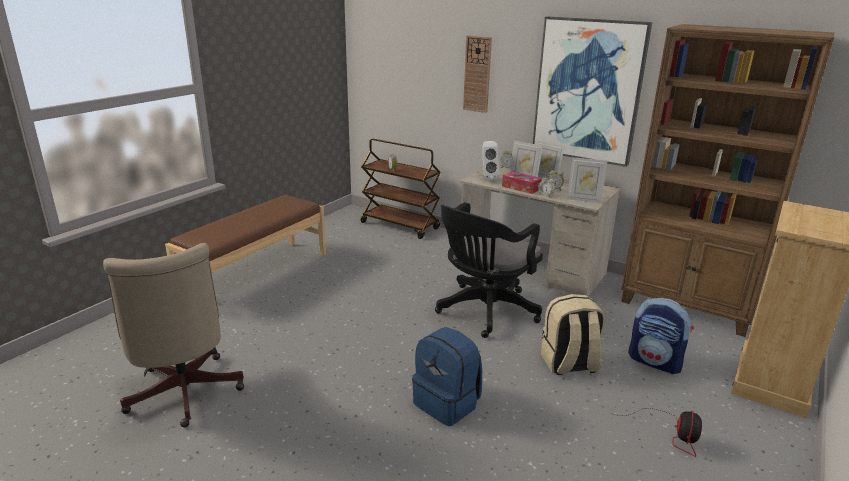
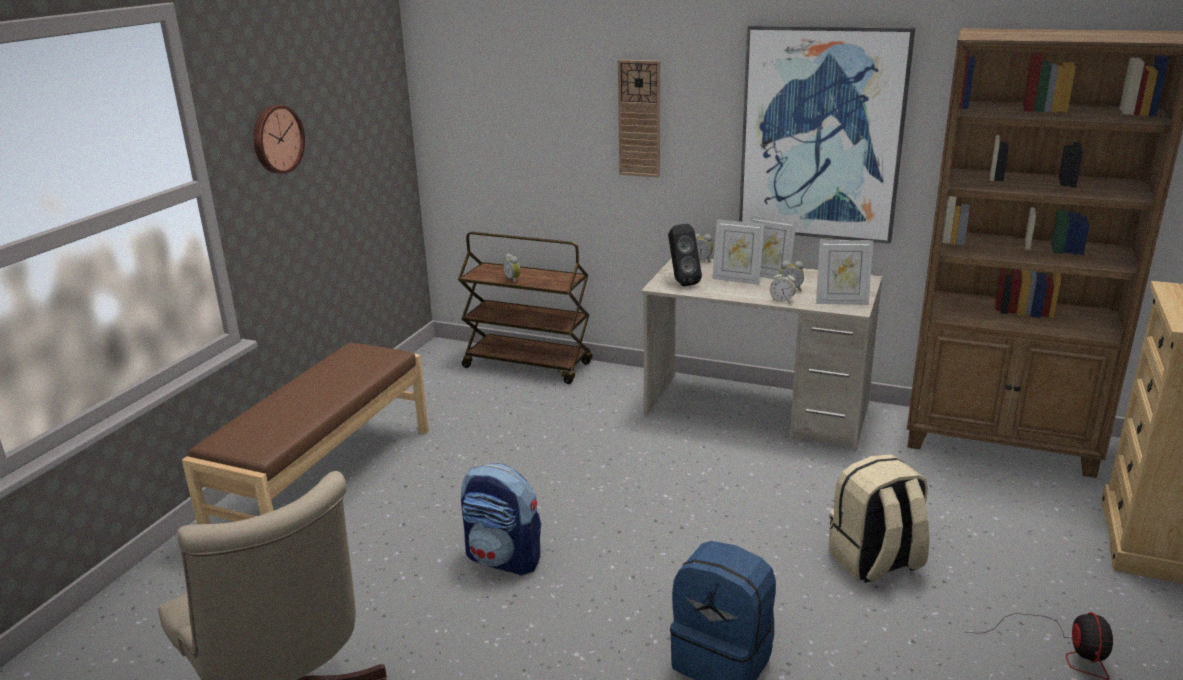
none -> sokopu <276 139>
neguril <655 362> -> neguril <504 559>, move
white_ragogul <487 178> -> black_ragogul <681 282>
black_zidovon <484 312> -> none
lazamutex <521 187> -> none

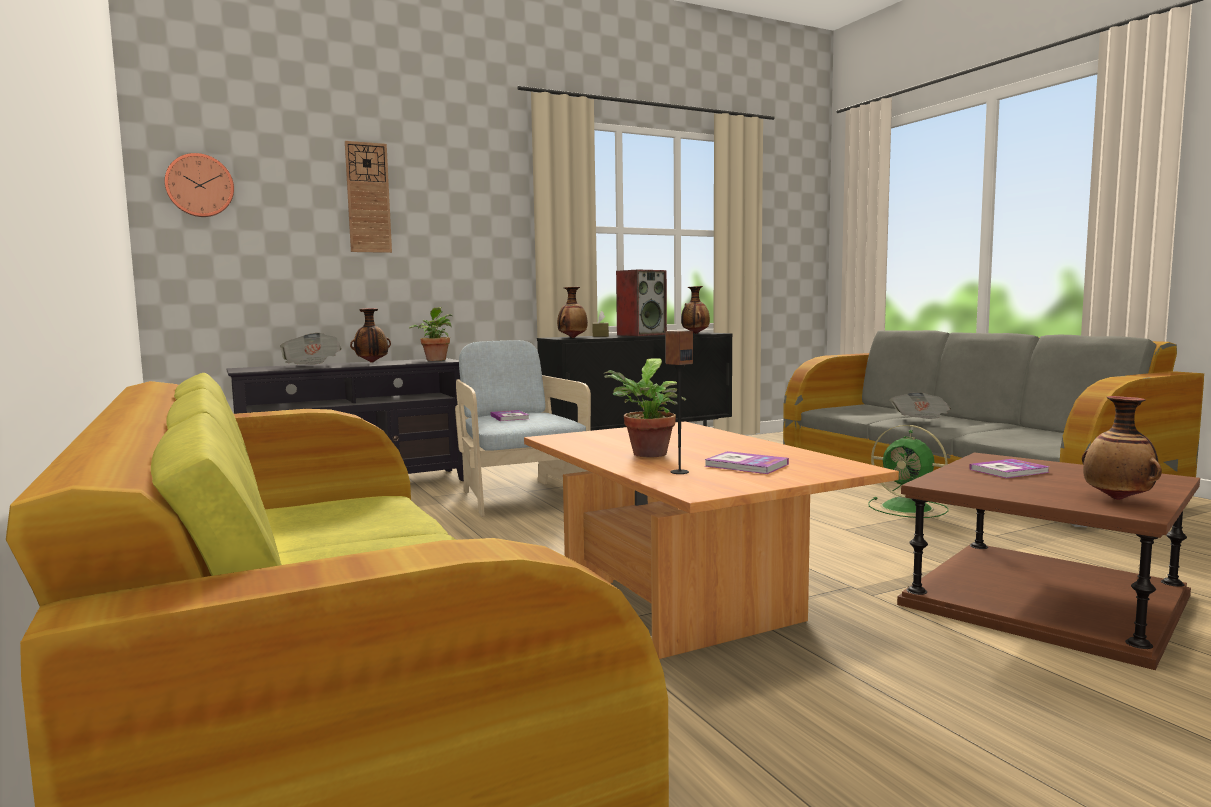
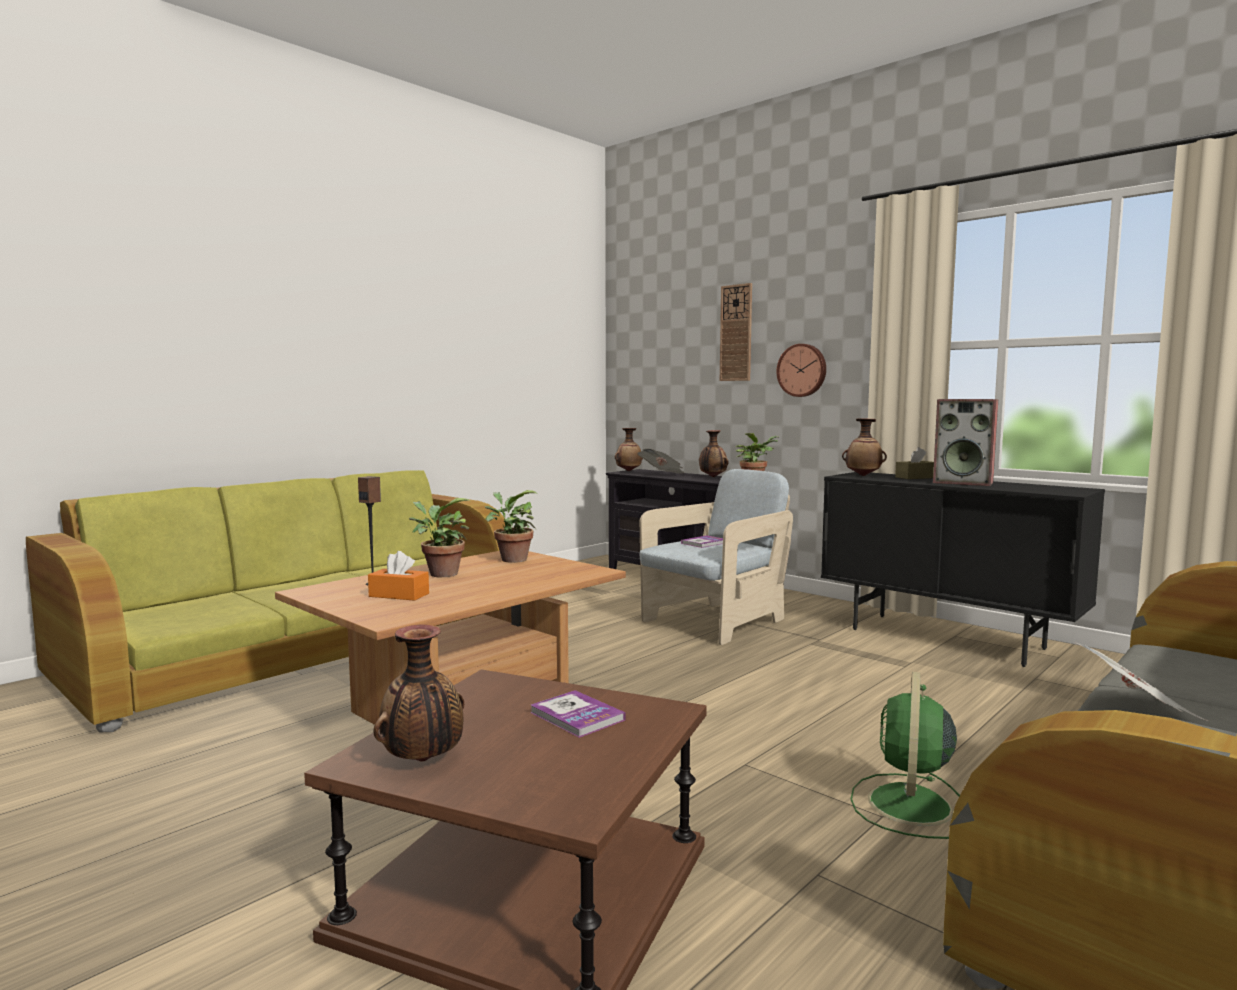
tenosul <746 465> -> orange_lazamutex <399 595>
none -> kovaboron <511 559>
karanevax <695 333> -> karanevax <628 471>, move
sokopu <199 186> -> sokopu <802 370>, move

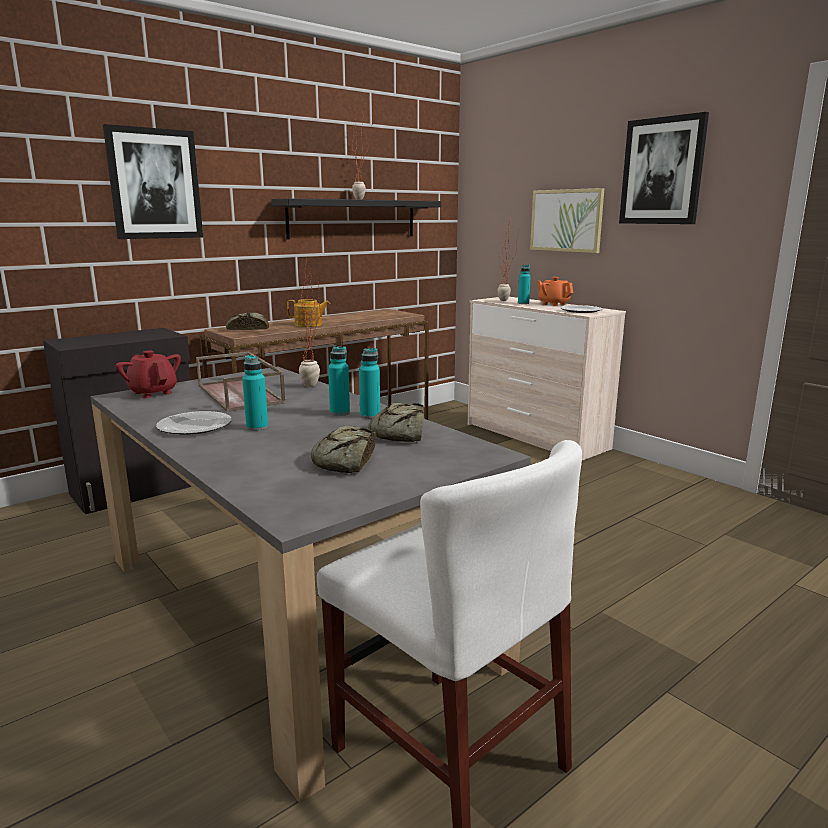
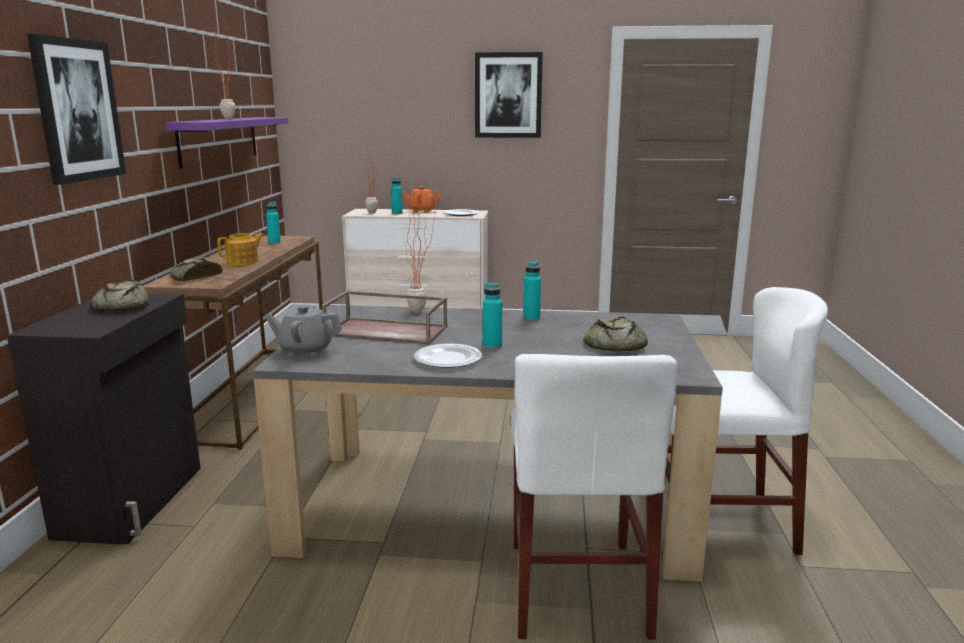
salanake <399 433> -> salanake <121 306>, move
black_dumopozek <353 219> -> purple_dumopozek <219 140>
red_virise <153 392> -> grey_virise <305 351>
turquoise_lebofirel <339 413> -> turquoise_lebofirel <274 243>, move
none -> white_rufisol <577 587>
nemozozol <566 220> -> none

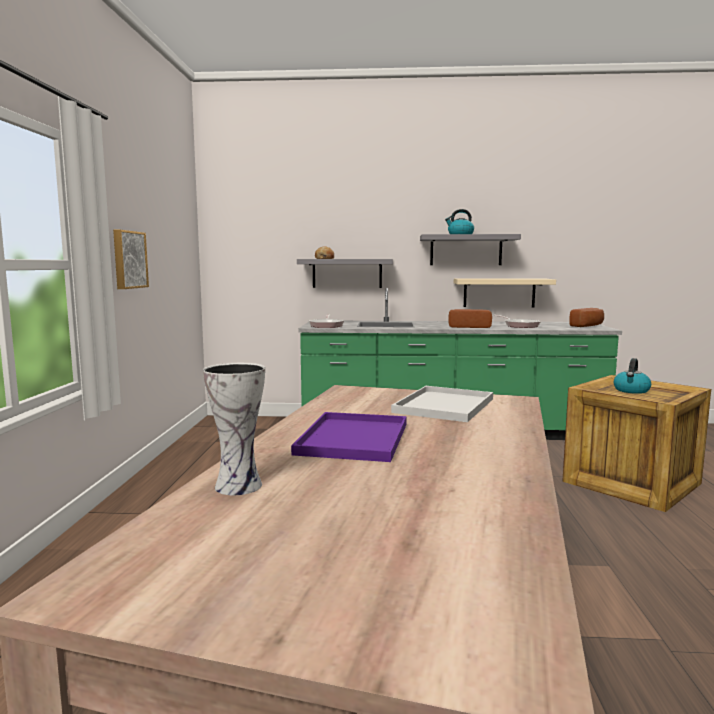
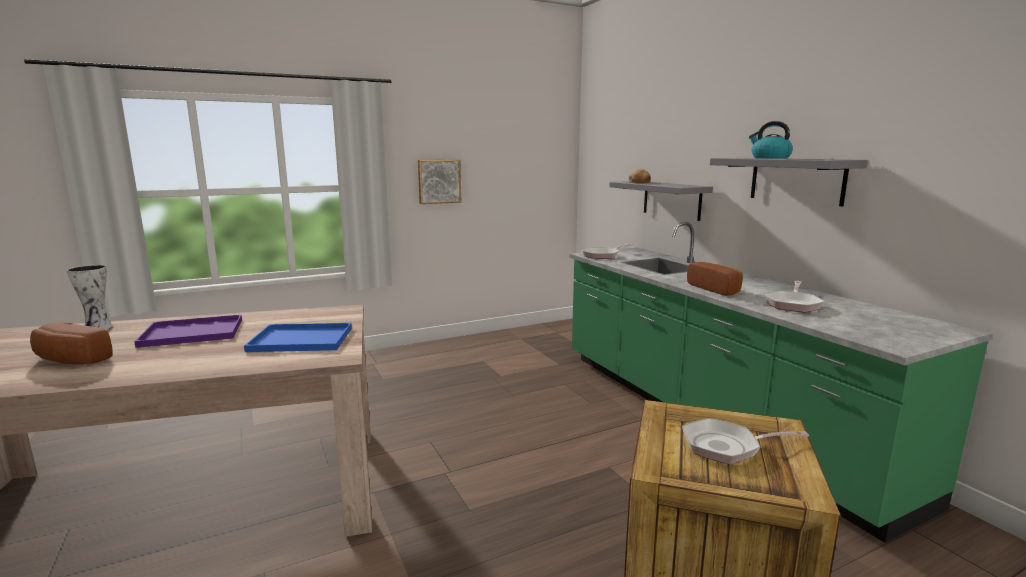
salanake <588 326> -> salanake <69 360>, move
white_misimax <444 405> -> blue_misimax <303 339>
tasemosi <631 390> -> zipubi <726 446>
beige_dumopozek <499 292> -> none

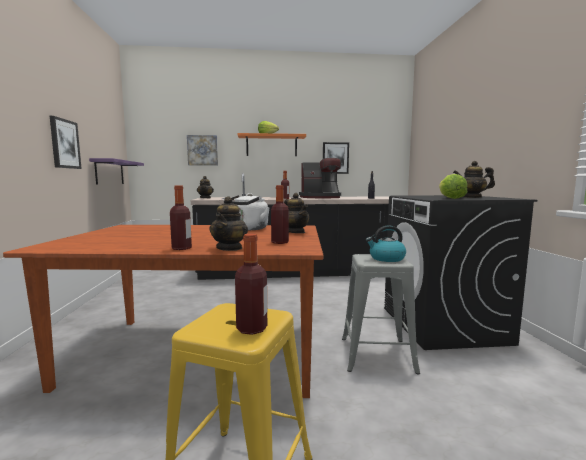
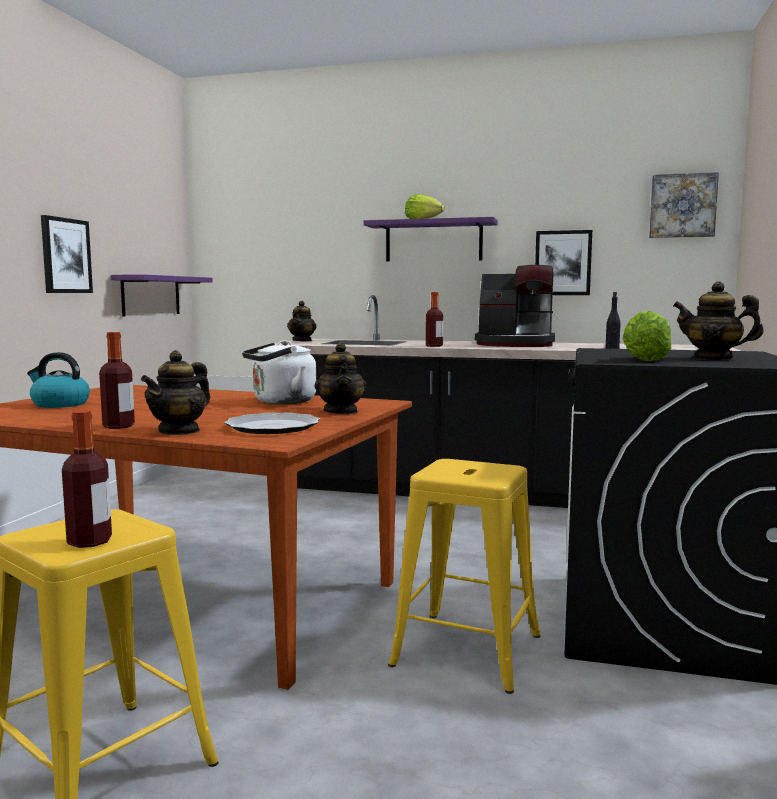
tasemosi <386 258> -> tasemosi <59 404>, move
lebofirel <280 242> -> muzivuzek <272 427>
orange_dumopozek <271 146> -> purple_dumopozek <433 241>
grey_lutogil <377 354> -> yellow_lutogil <467 650>
nemozozol <202 150> -> nemozozol <682 206>, move

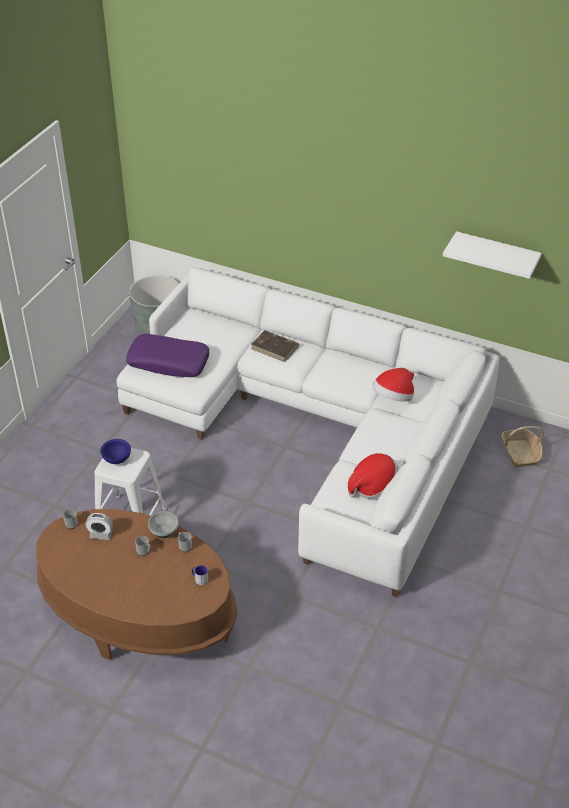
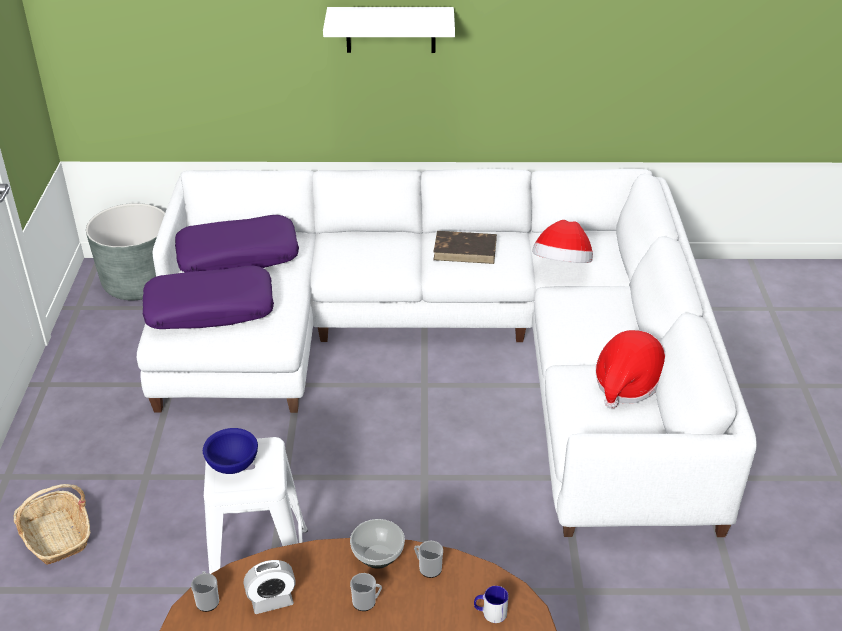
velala <520 453> -> velala <56 536>, move
none -> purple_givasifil <238 256>
white_dumopozek <496 255> -> white_dumopozek <390 29>, move
brown_tenosul <275 348> -> brown_tenosul <465 250>, move

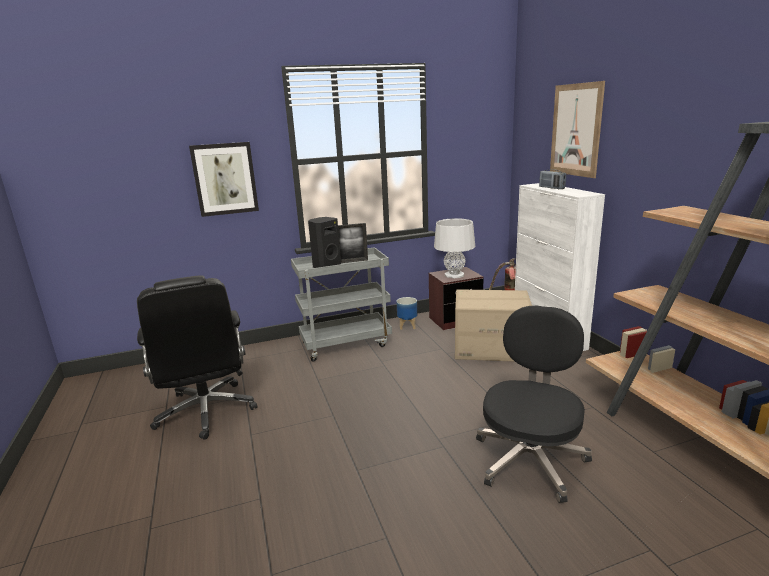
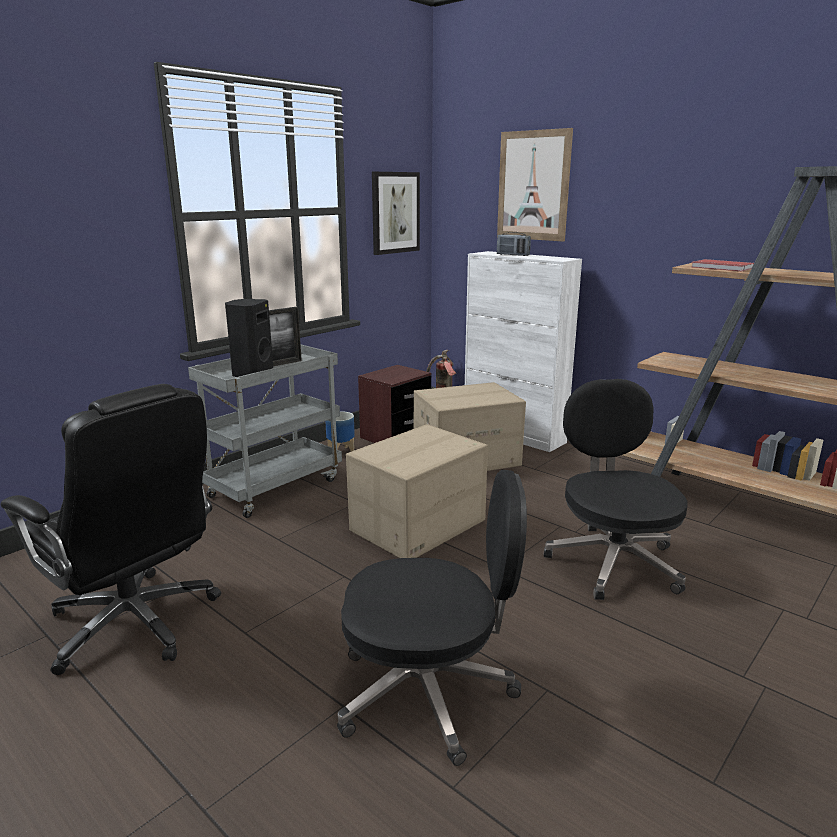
none -> black_zidovon <428 692>
none -> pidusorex <418 526>
nemozozol <225 179> -> nemozozol <395 213>, move
none -> red_tenosul <721 268>
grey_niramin <454 275> -> none

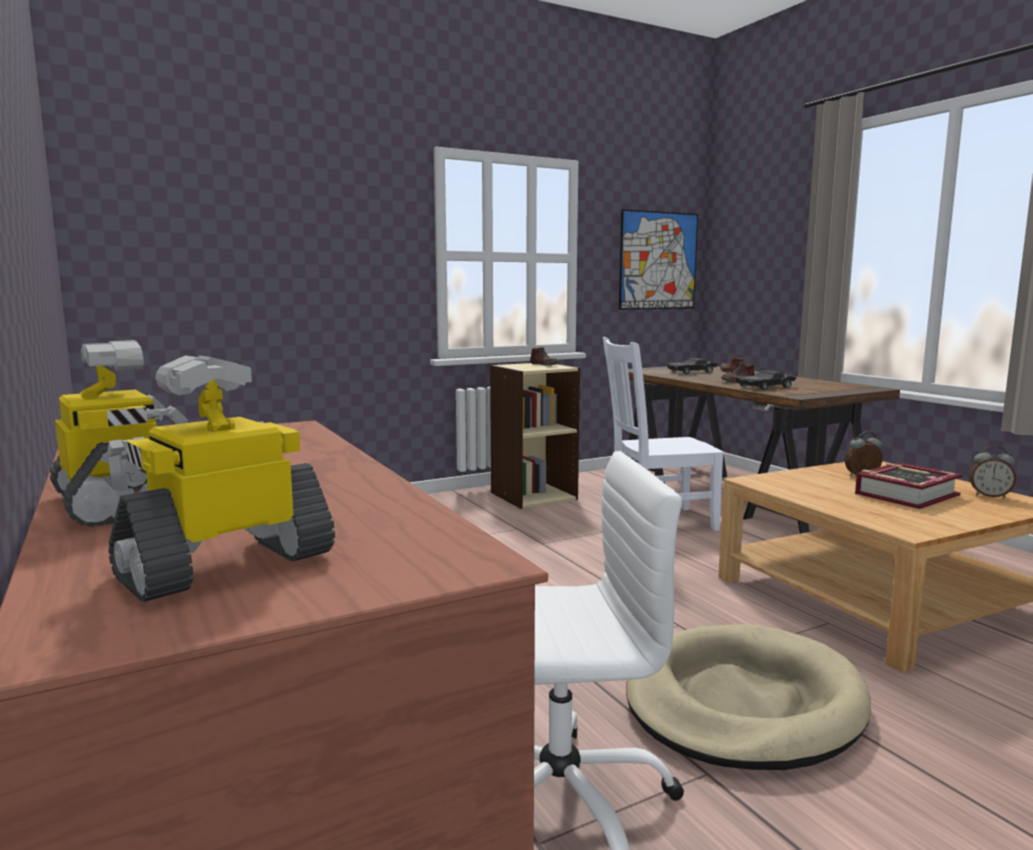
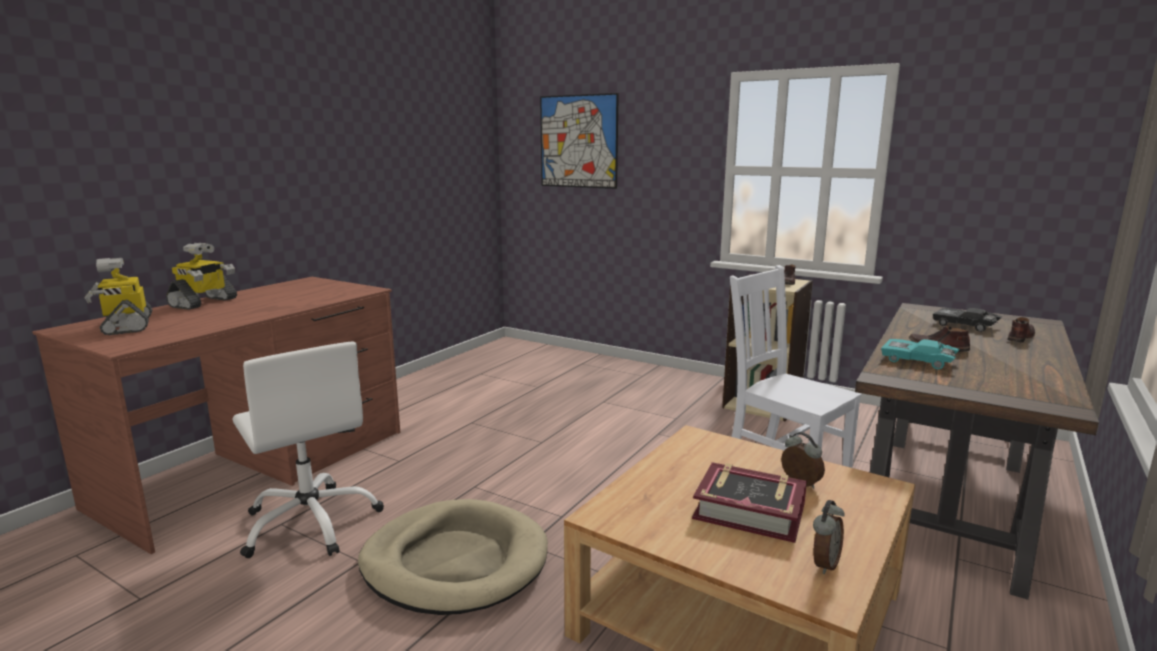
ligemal <226 564> -> ligemal <126 326>, 135 degrees counterclockwise
nemozozol <658 261> -> nemozozol <578 141>, move
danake <989 496> -> danake <824 564>, 135 degrees counterclockwise
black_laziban <765 387> -> turquoise_laziban <917 361>

